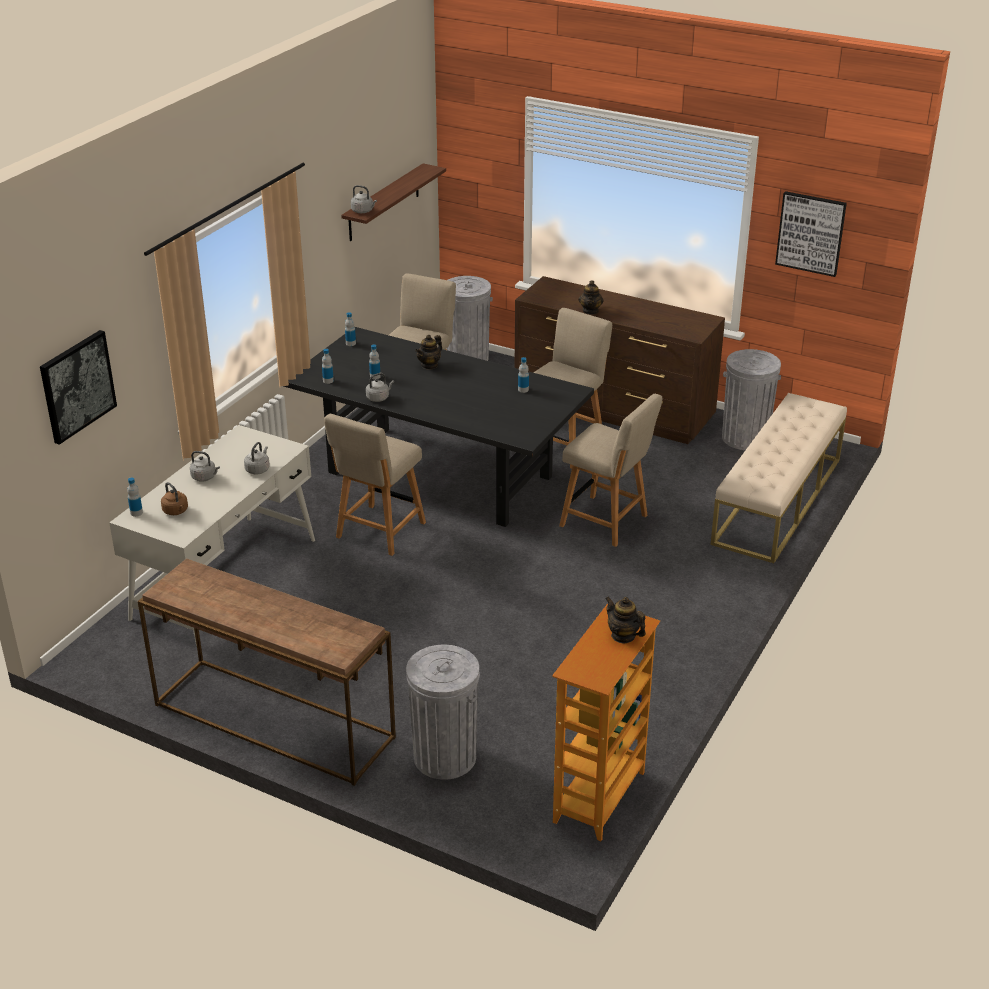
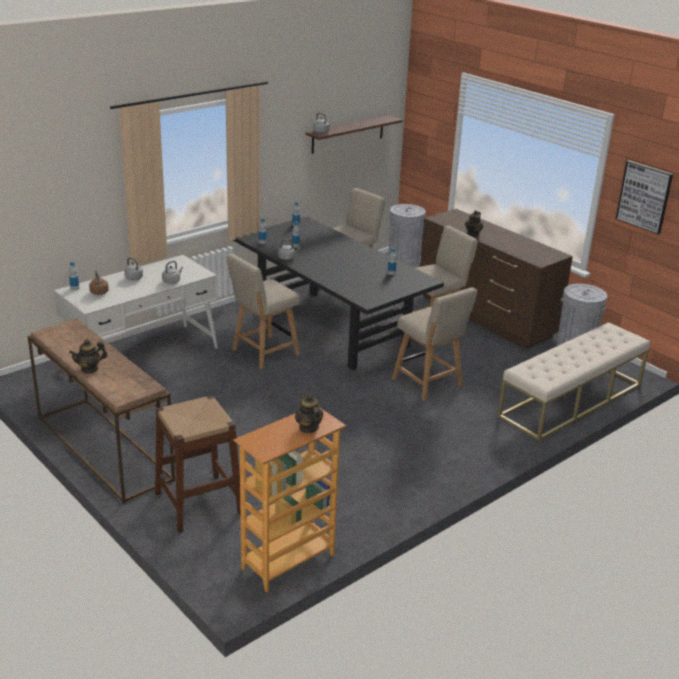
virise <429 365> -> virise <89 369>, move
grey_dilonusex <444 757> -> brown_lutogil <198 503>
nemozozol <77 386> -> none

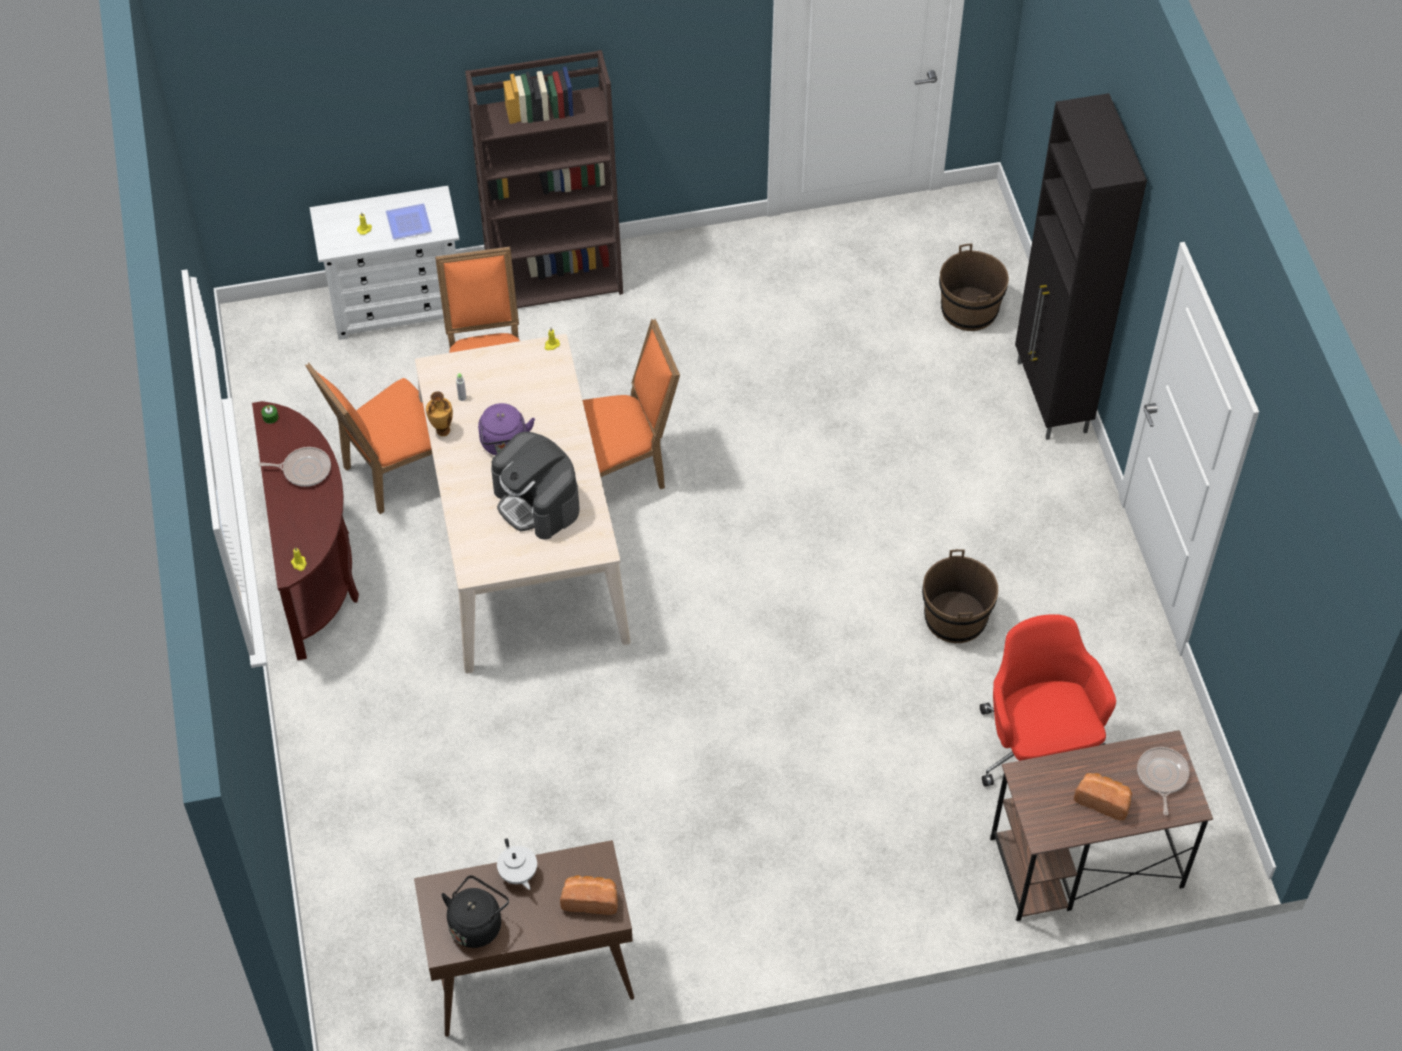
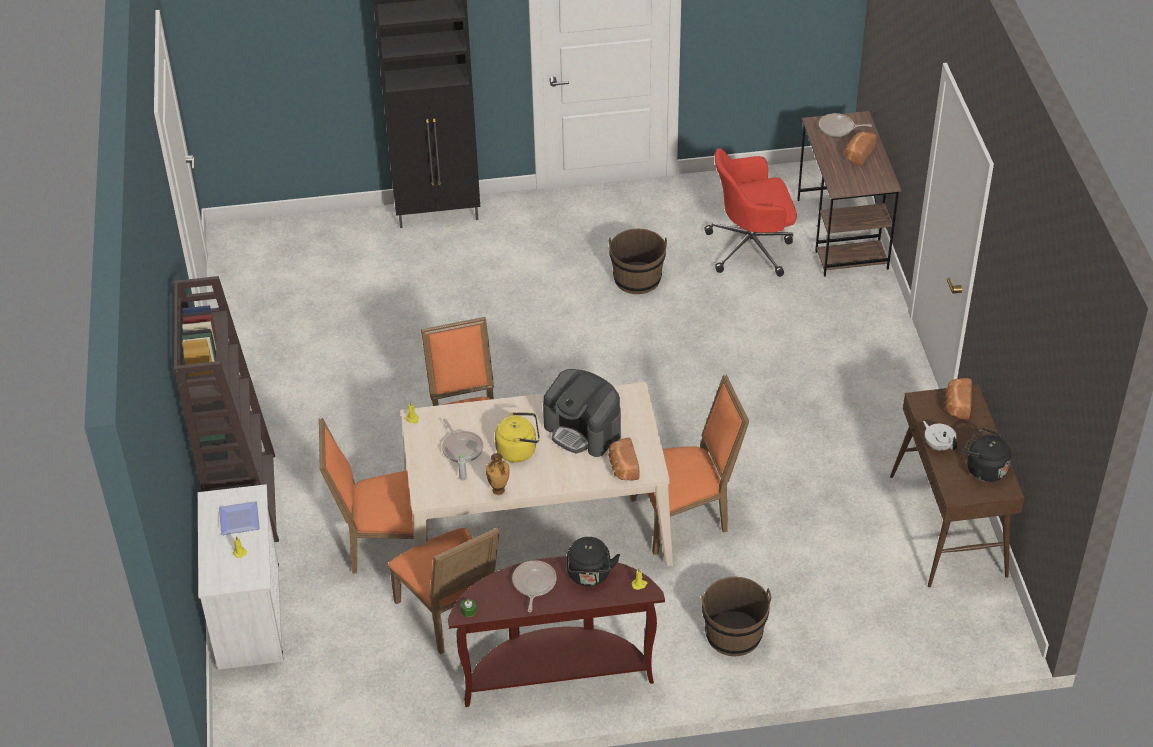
none -> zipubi <462 448>
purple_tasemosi <504 444> -> yellow_tasemosi <519 450>
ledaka <537 502> -> ledaka <583 430>, 75 degrees clockwise
none -> black_tasemosi <589 576>
none -> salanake <622 467>
none -> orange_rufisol <685 516>
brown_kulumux <969 310> -> brown_kulumux <733 634>, move
white_virise <518 874> -> white_virise <938 445>, 105 degrees counterclockwise

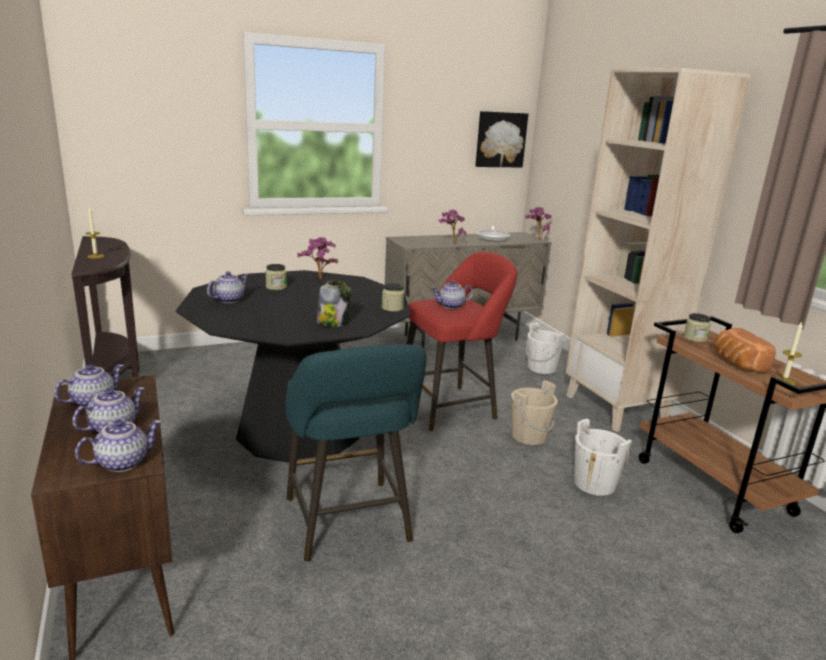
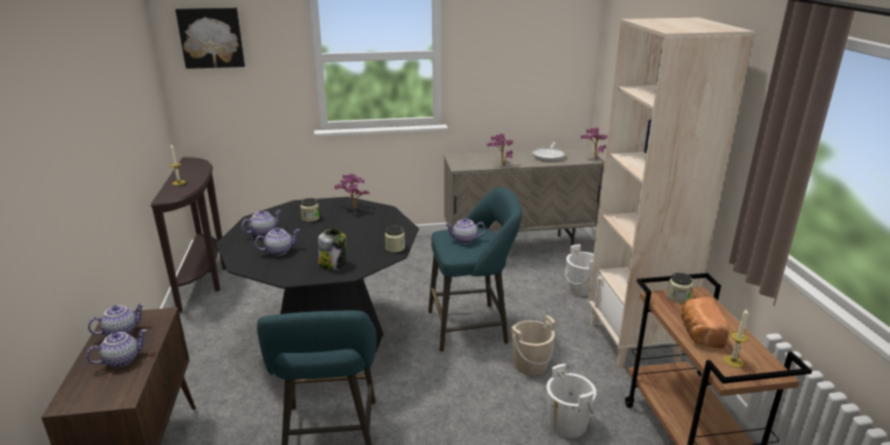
nemozozol <500 139> -> nemozozol <211 37>, move
virise <123 462> -> virise <279 251>, move
red_lutogil <451 407> -> turquoise_lutogil <472 327>

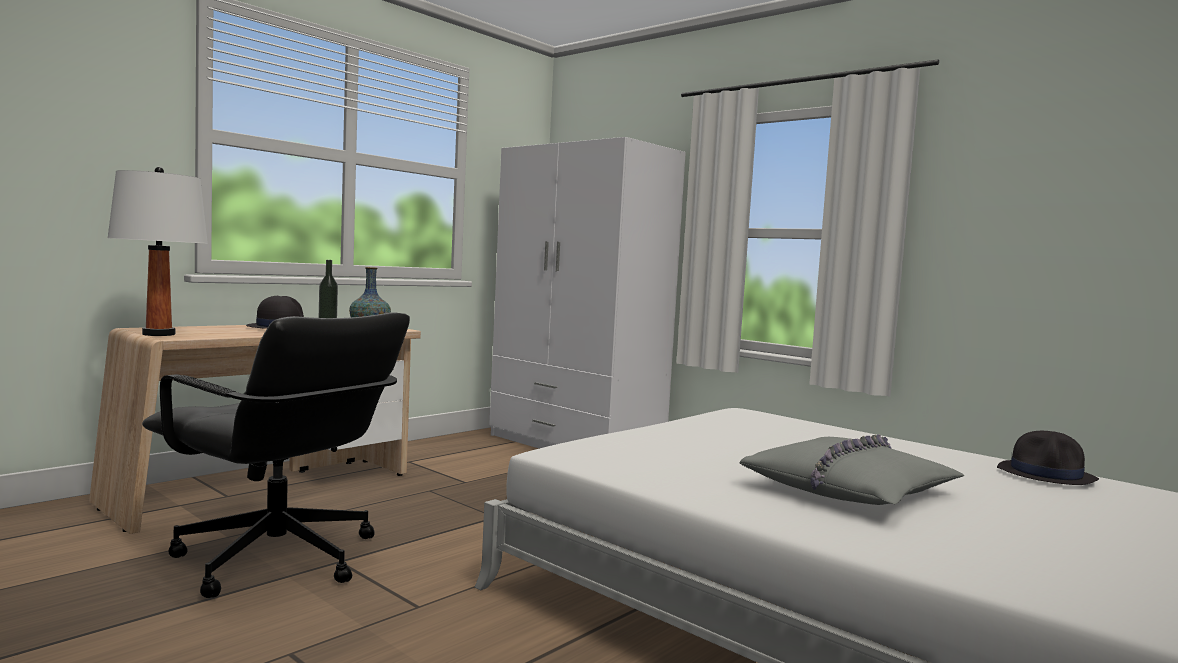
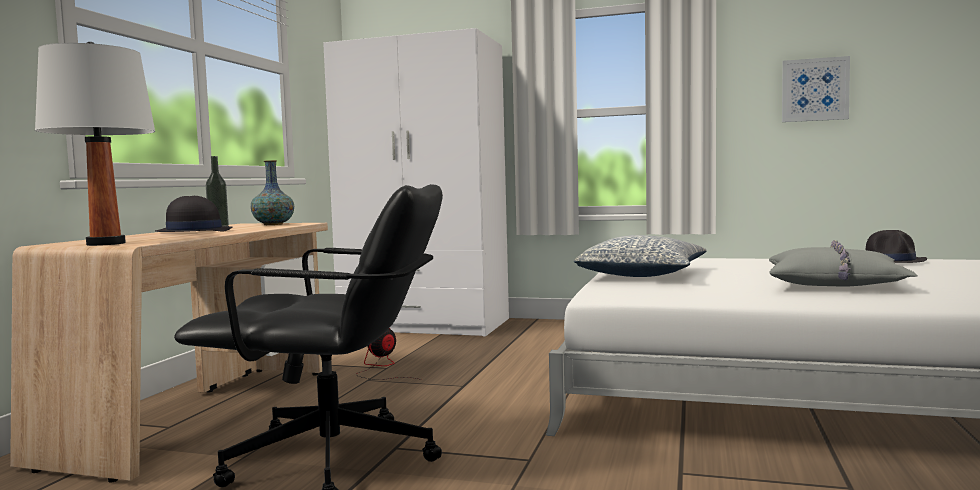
none -> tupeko <382 368>
none -> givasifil <642 275>
none -> nemozozol <814 90>

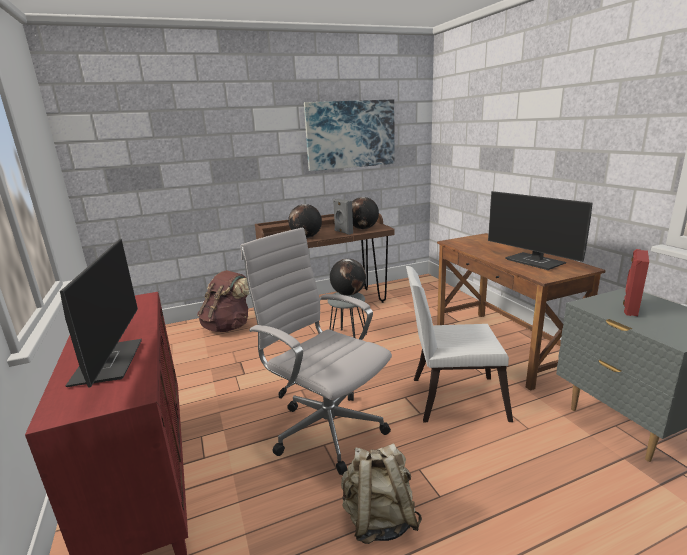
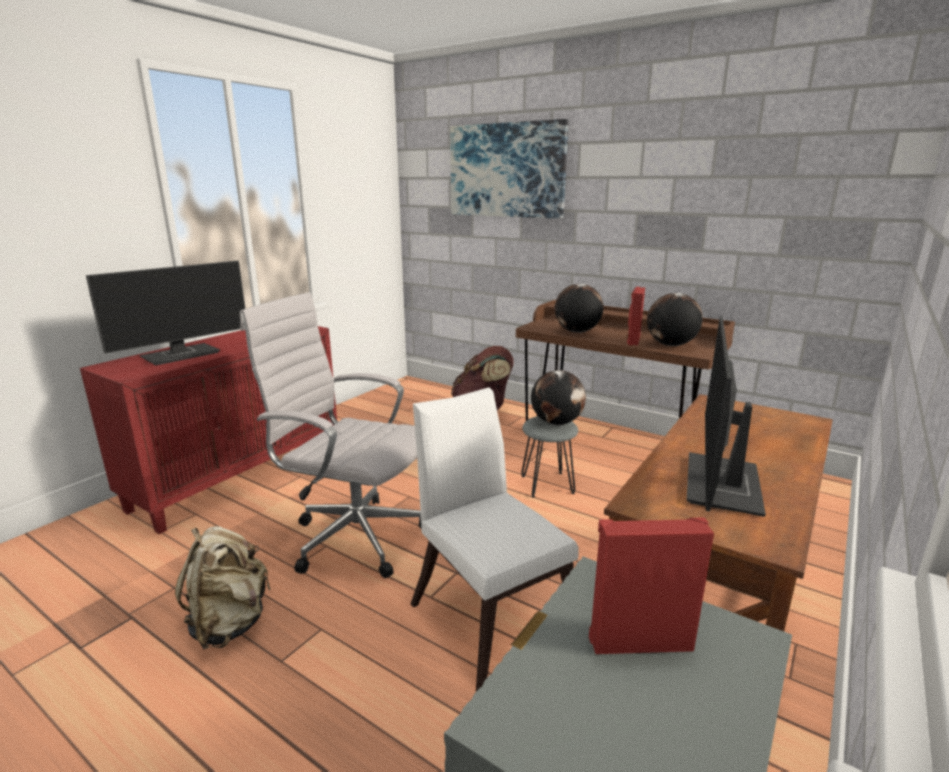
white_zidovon <325 428> -> white_zidovon <353 536>, 75 degrees counterclockwise
nemozozol <350 134> -> nemozozol <506 170>, move
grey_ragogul <343 232> -> red_ragogul <632 340>

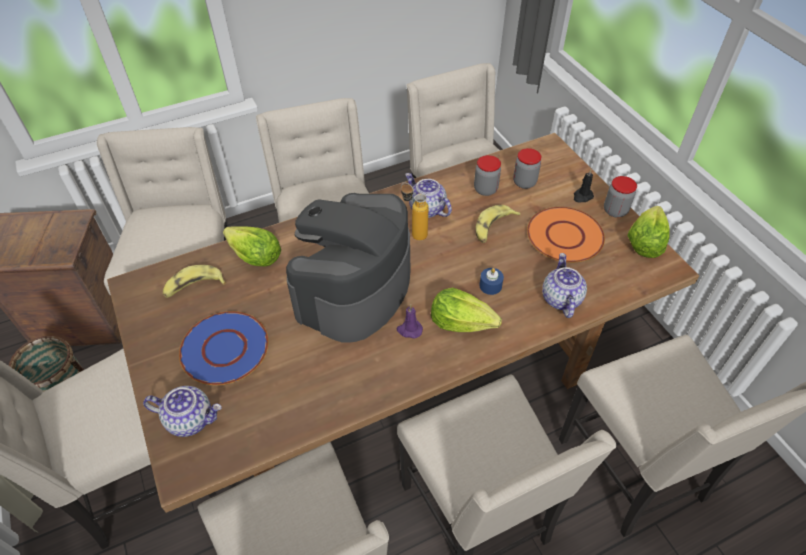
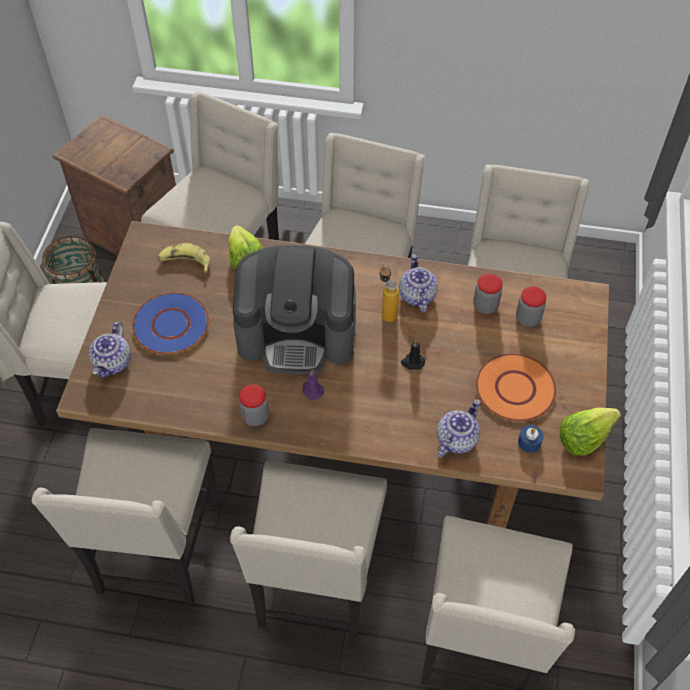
virise <191 419> -> virise <113 363>, 60 degrees clockwise
ledaka <353 290> -> ledaka <297 333>, 150 degrees counterclockwise
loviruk <615 211> -> loviruk <255 416>, move
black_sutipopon <582 196> -> black_sutipopon <412 362>, move
blue_sutipopon <490 285> -> blue_sutipopon <529 442>, move
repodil <462 322> -> none
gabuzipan <493 228> -> none

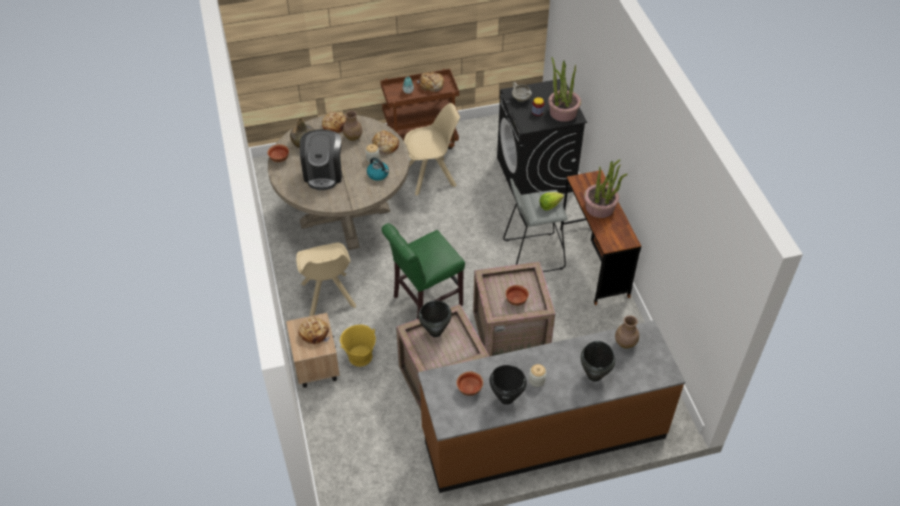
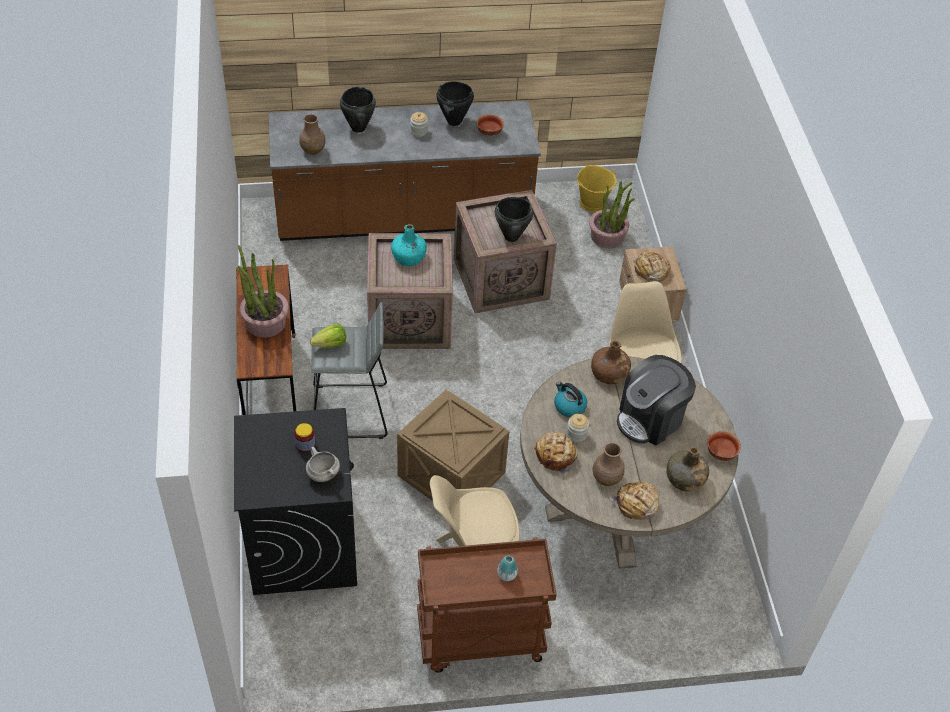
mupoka <516 300> -> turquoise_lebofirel <409 257>
none -> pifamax <452 476>
yellow_kulumux <360 356> -> yellow_kulumux <593 203>, move
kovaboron <563 112> -> kovaboron <607 236>, move
none -> brown_lebofirel <609 374>
ledaka <324 173> -> ledaka <650 419>, 135 degrees counterclockwise
green_rufisol <424 302> -> none
salanake <431 85> -> none

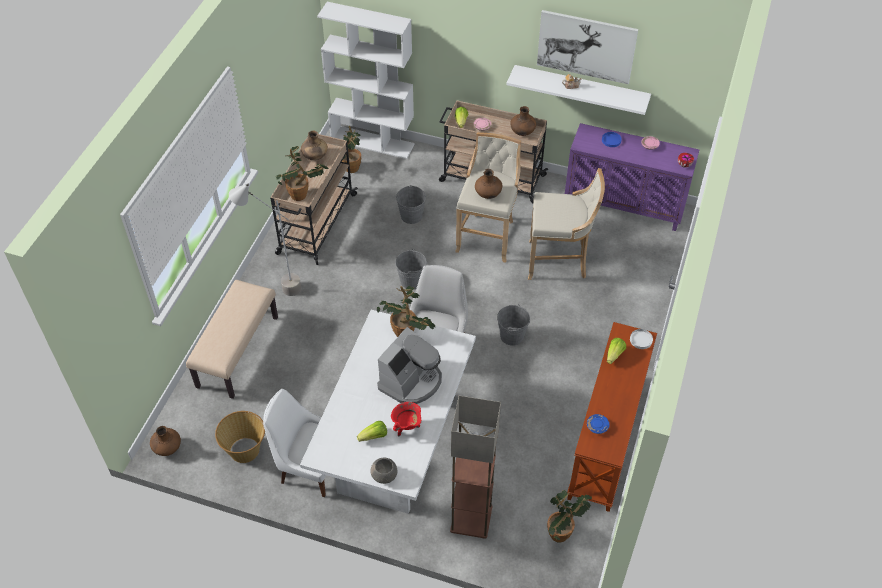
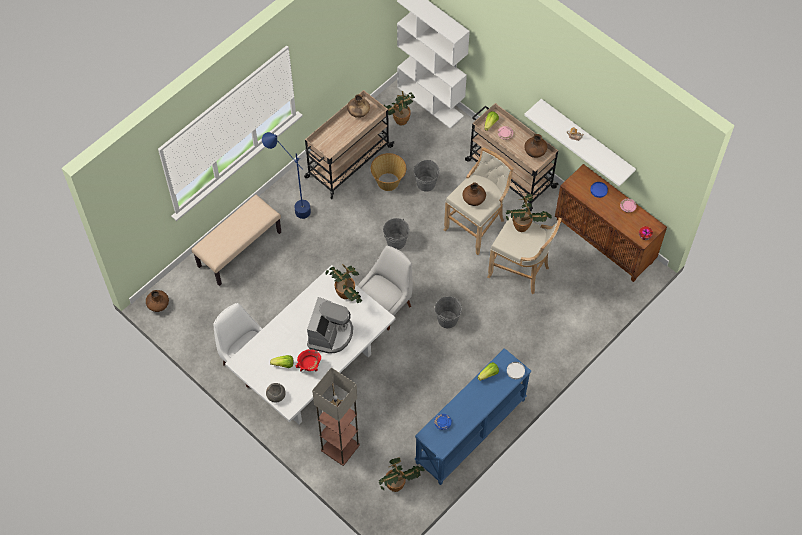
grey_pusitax <275 288> -> blue_pusitax <291 206>
ledaka <411 381> -> ledaka <330 334>, 45 degrees counterclockwise
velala <245 449> -> velala <388 181>, move
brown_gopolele <607 440> -> blue_gopolele <471 432>
kovaboron <303 195> -> kovaboron <524 227>, move
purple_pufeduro <624 206> -> brown_pufeduro <605 242>
nemozozol <586 46> -> none

